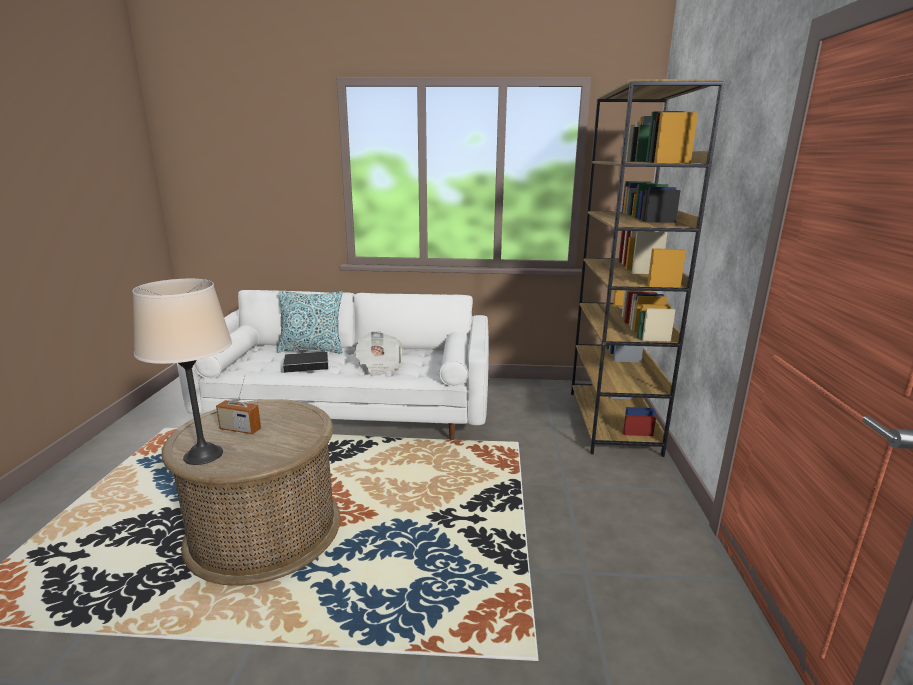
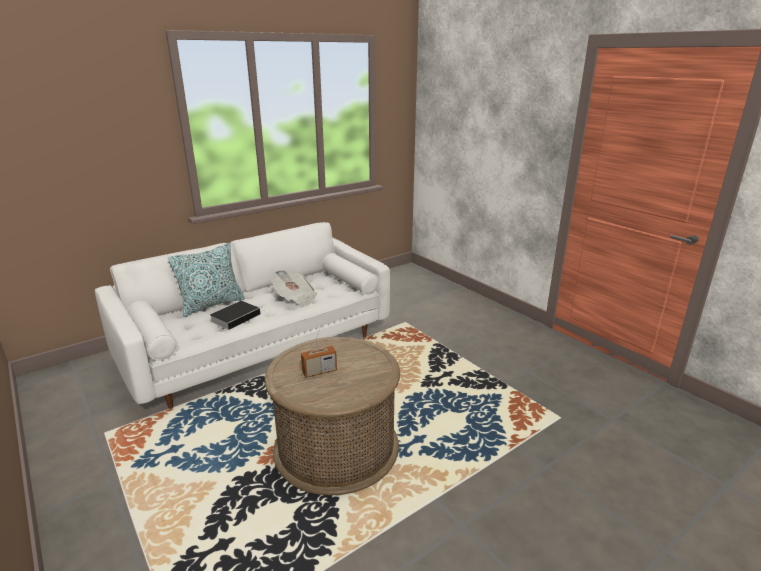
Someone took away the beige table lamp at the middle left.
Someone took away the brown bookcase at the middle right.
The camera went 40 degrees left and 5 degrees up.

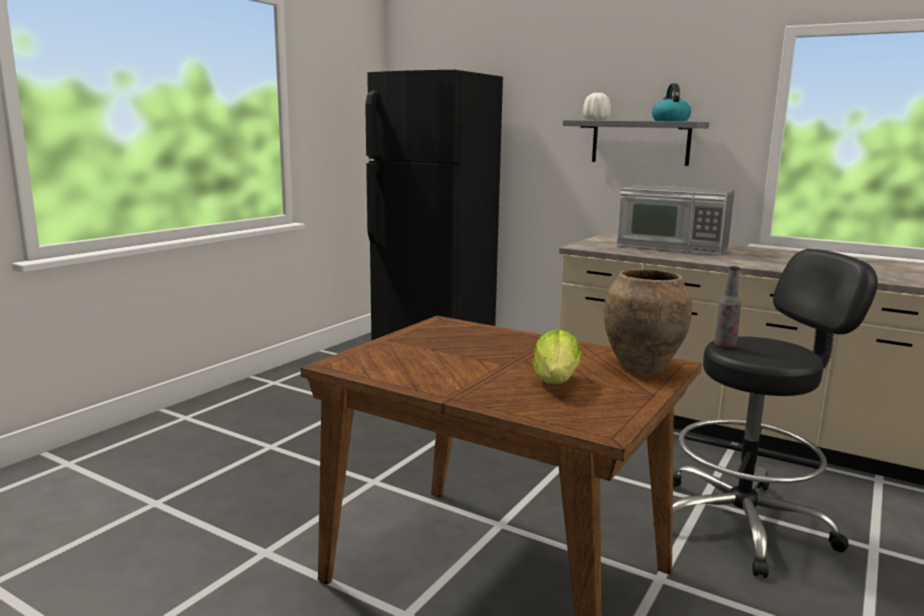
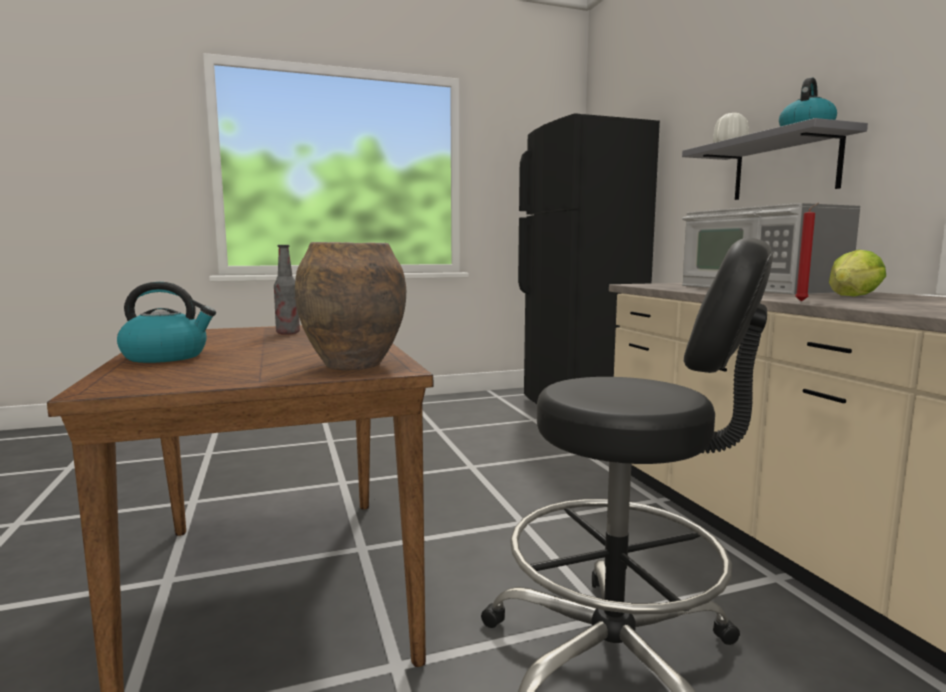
Someone put down the kettle (no. 1 from left) at the middle left.
Someone carried the bottle from the middle right to the middle left.
Someone put down the red candle at the middle right.
Someone carried the lettuce from the centre to the middle right.
The camera went 40 degrees right and 5 degrees down.

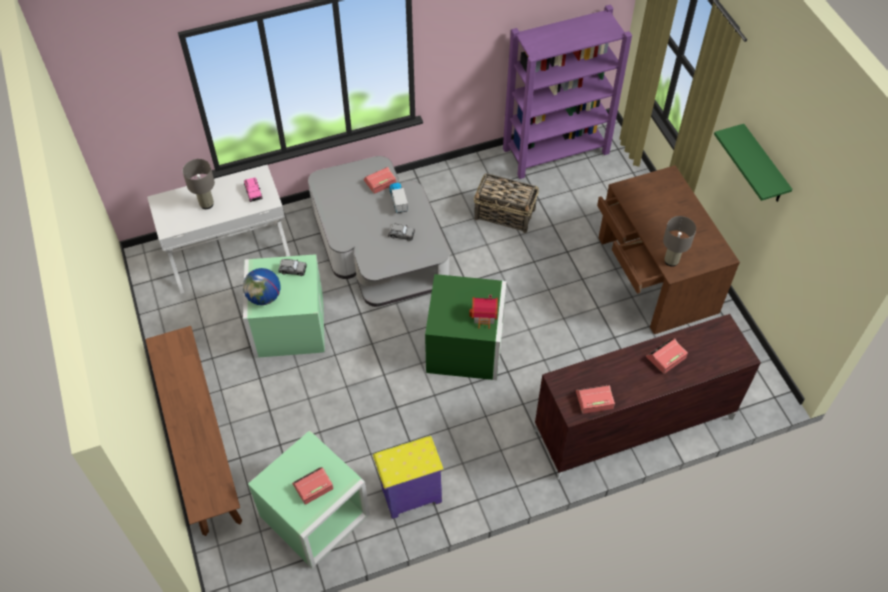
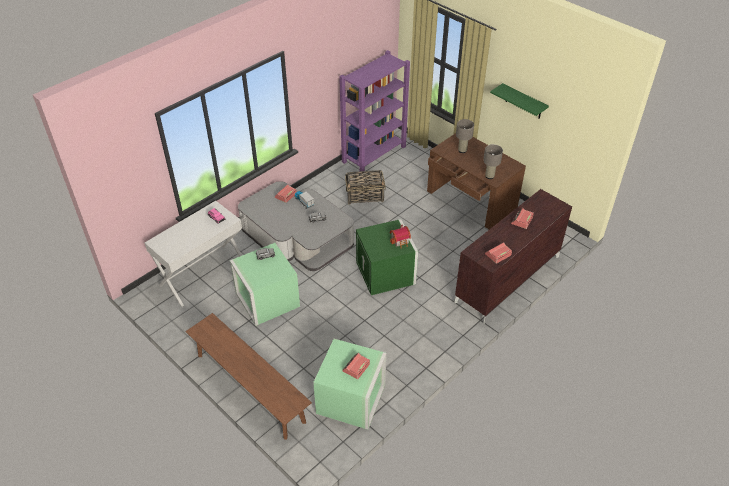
Someone carried the grey table lamp (no. 1 from left) from the top left to the top centre.
Someone took away the globe at the middle left.
Someone took away the nightstand at the bottom centre.
The camera went 25 degrees left and 10 degrees down.

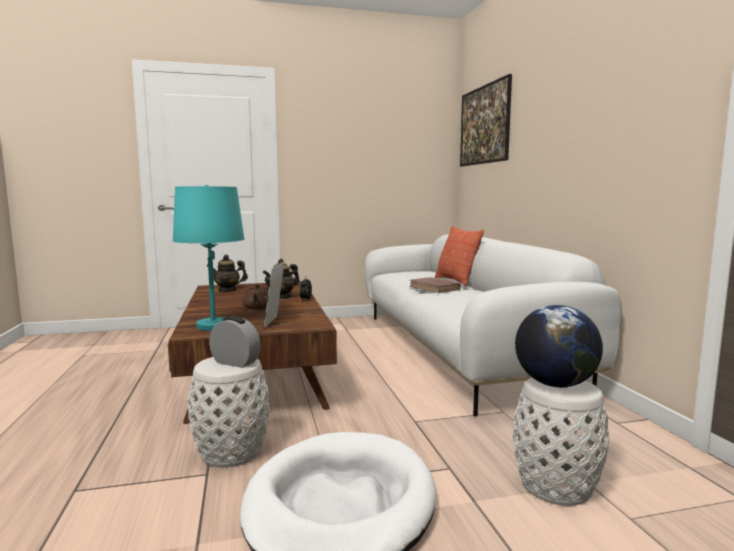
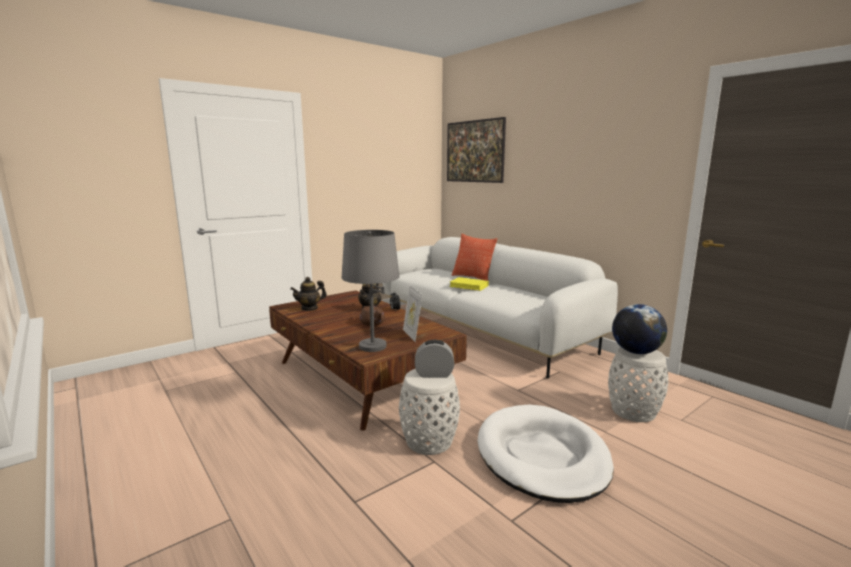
Someone repainted the turquoise table lamp at the middle left, which became the grey table lamp at the centre.
Someone repainted the brown book at the centre, which became the yellow book at the centre.
The camera went 25 degrees left and 5 degrees up.

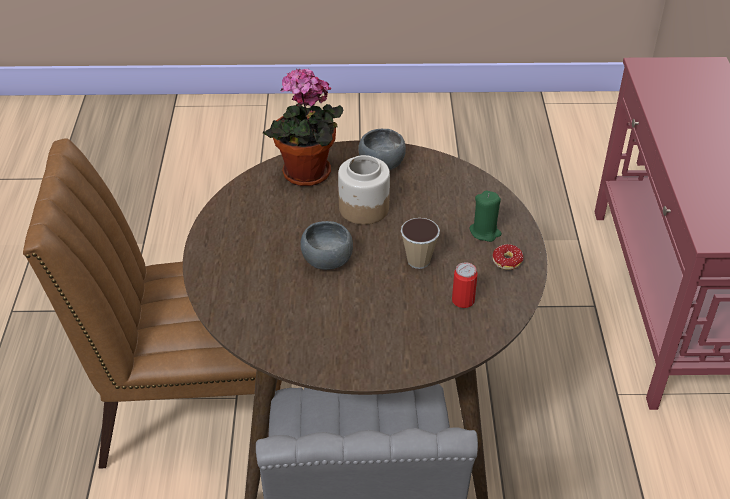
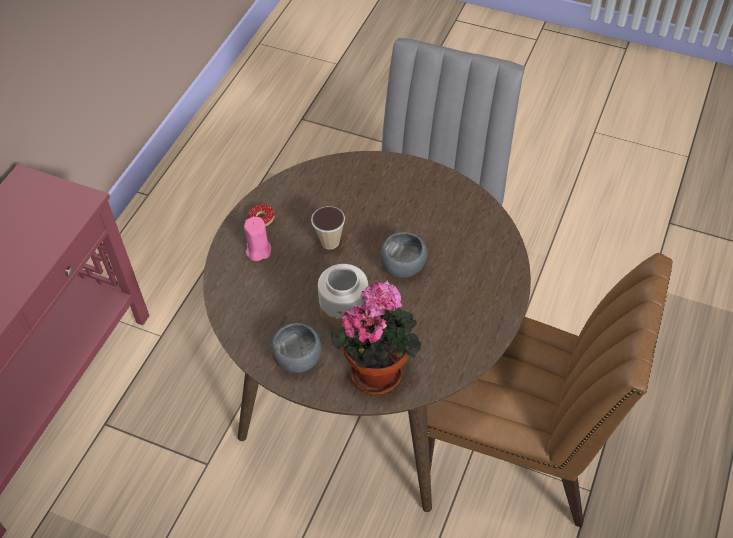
Someone repainted the green candle at the centre, which became the pink candle at the centre.
Someone took away the can at the centre.
The camera went 155 degrees left and 10 degrees up.

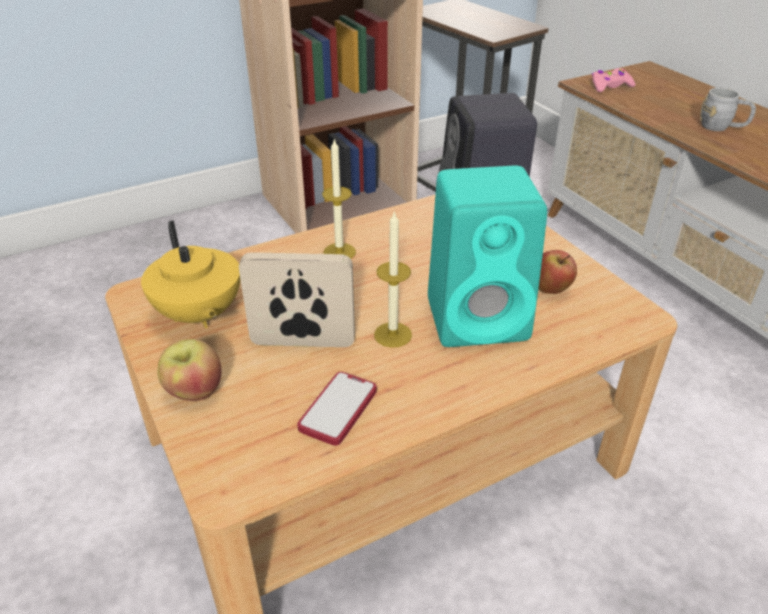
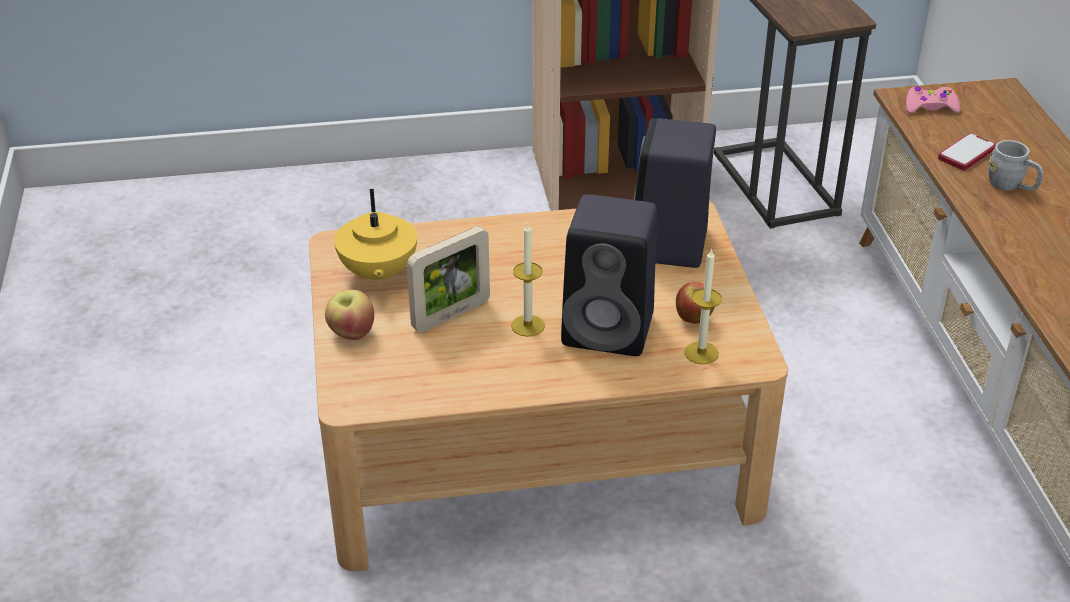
Someone rotated the picture frame at the centre by 120 degrees clockwise.
Someone repainted the turquoise speaker at the centre, which became the black speaker (no. 1 from left) at the centre.
Someone carried the candle (no. 1 from left in the first image) from the top centre to the centre.
Someone carried the phone from the centre to the top right.
The camera went 20 degrees right and 0 degrees up.

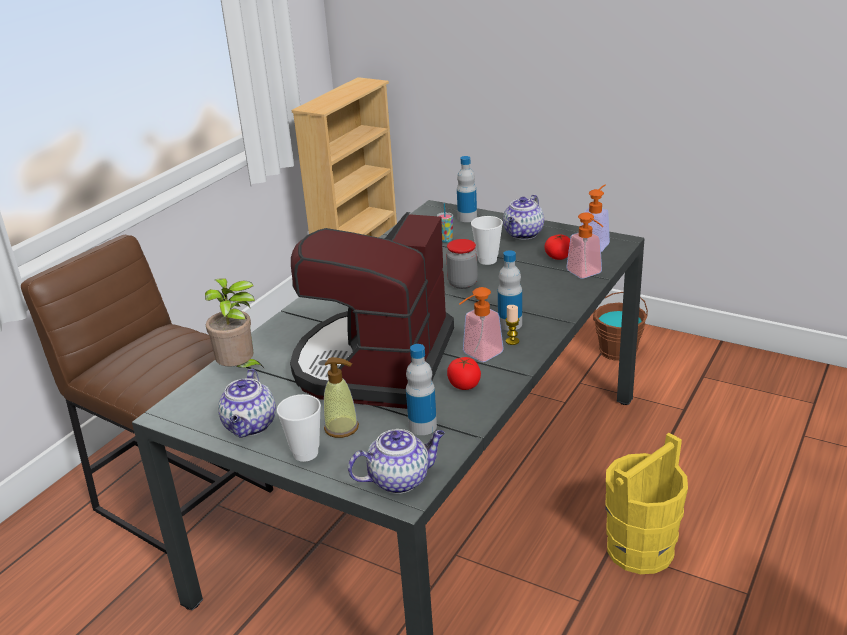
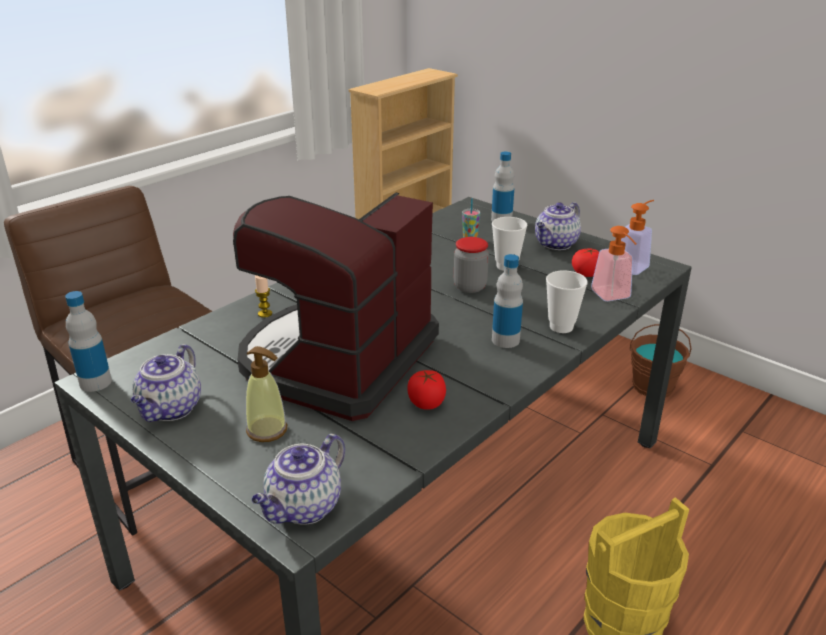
Someone carried the bottle (no. 1 from left) from the centre to the middle left.
Someone rotated the teapot (no. 2 from left) at the bottom centre by 135 degrees clockwise.
Someone carried the candle from the centre to the middle left.
Someone carried the cup (no. 1 from left in the first image) from the bottom centre to the middle right.
Someone took away the potted plant at the middle left.
Someone took away the soap dispenser (no. 2 from left) at the centre.
The camera went 10 degrees right and 0 degrees up.

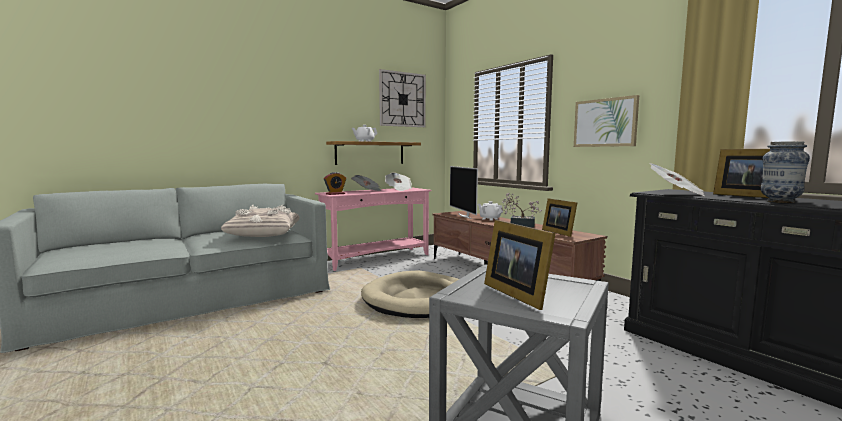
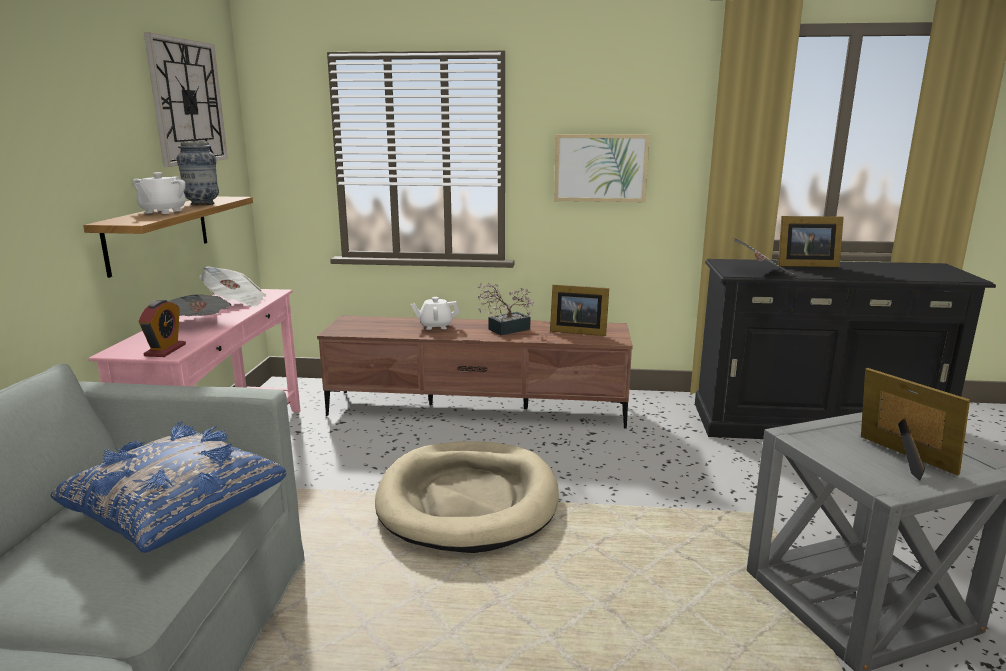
Someone repainted the beige pillow at the middle left, which became the blue pillow at the bottom left.
Someone carried the vase from the middle right to the top left.
Someone rotated the picture frame (no. 1 from left in the first image) at the centre by 135 degrees counterclockwise.
Someone took away the television at the centre.
The camera went 50 degrees left and 10 degrees up.

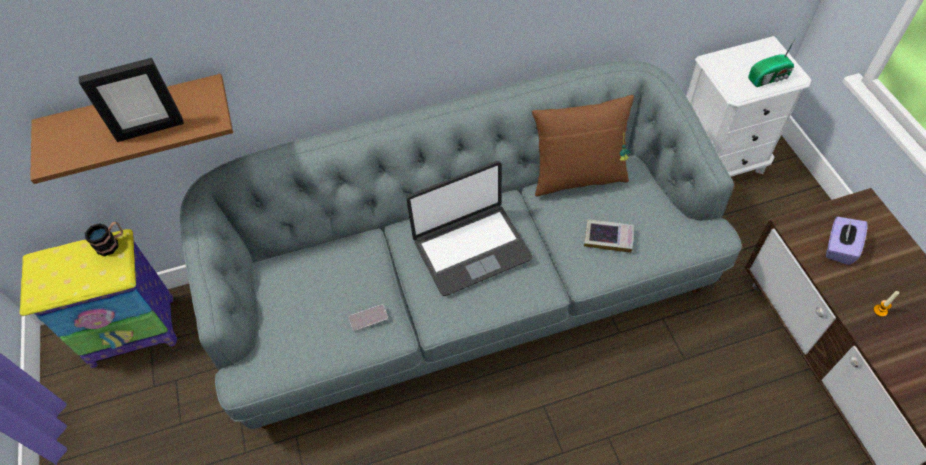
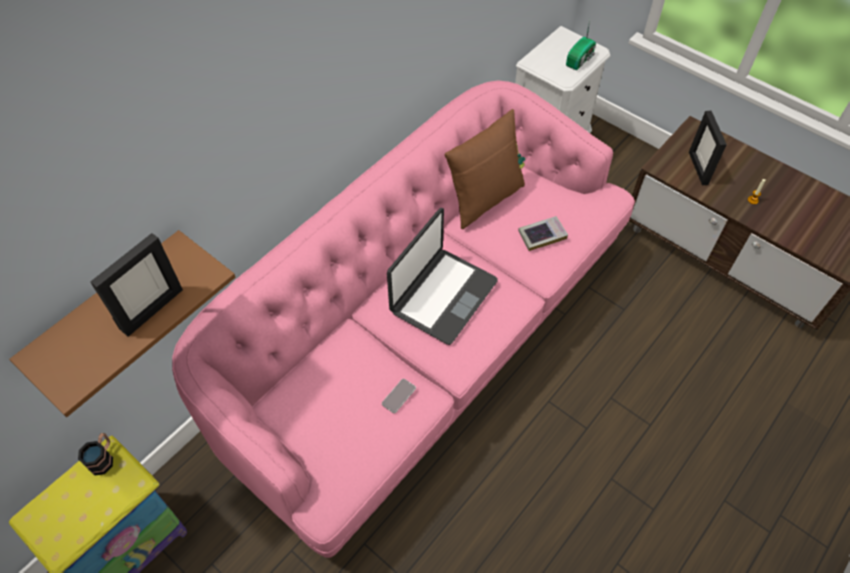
Someone repainted the grey sofa at the centre, which became the pink sofa at the centre.
Someone swapped the purple tissue box at the middle right for the picture frame (no. 2 from left) at the top right.
The camera went 35 degrees left and 0 degrees up.

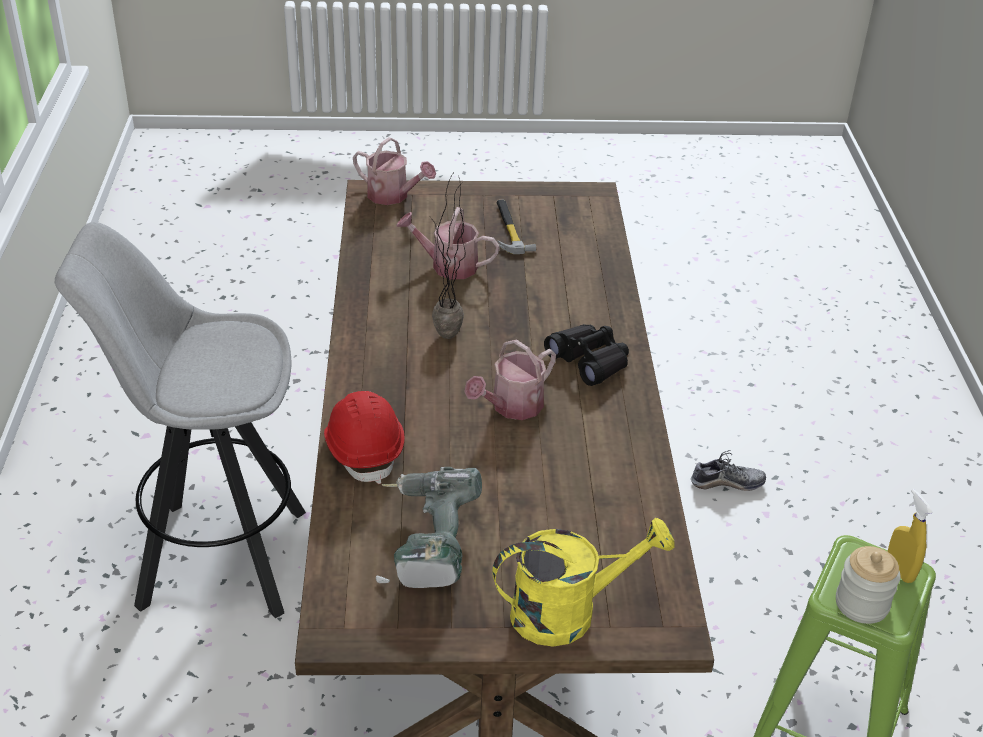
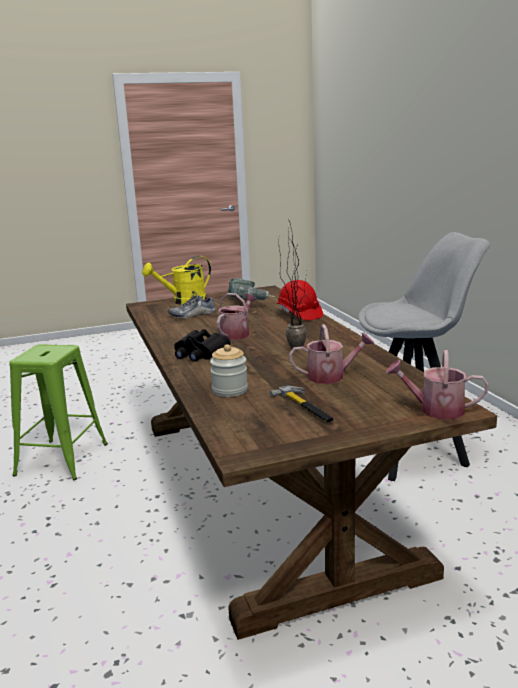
Someone carried the shoe from the middle right to the centre.
Someone carried the jar from the bottom right to the centre.
Someone took away the yellow spray bottle at the bottom right.
The camera went 165 degrees right and 20 degrees down.

